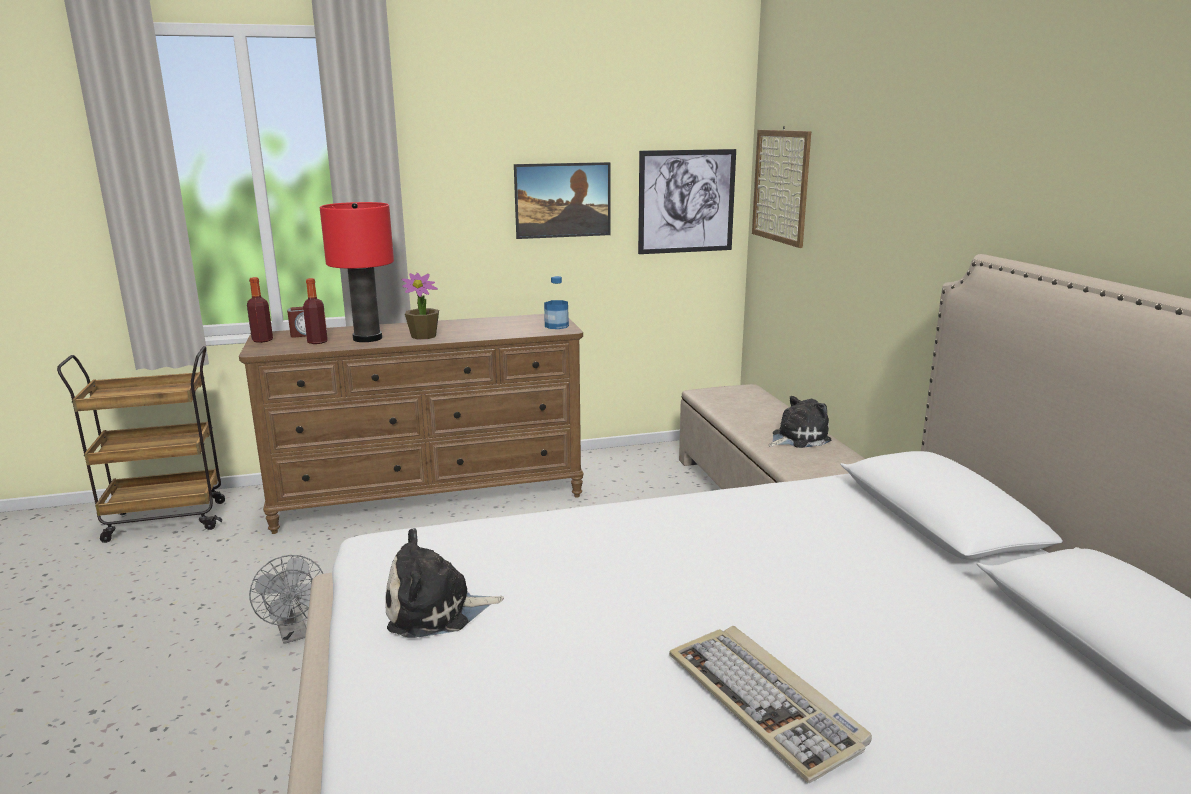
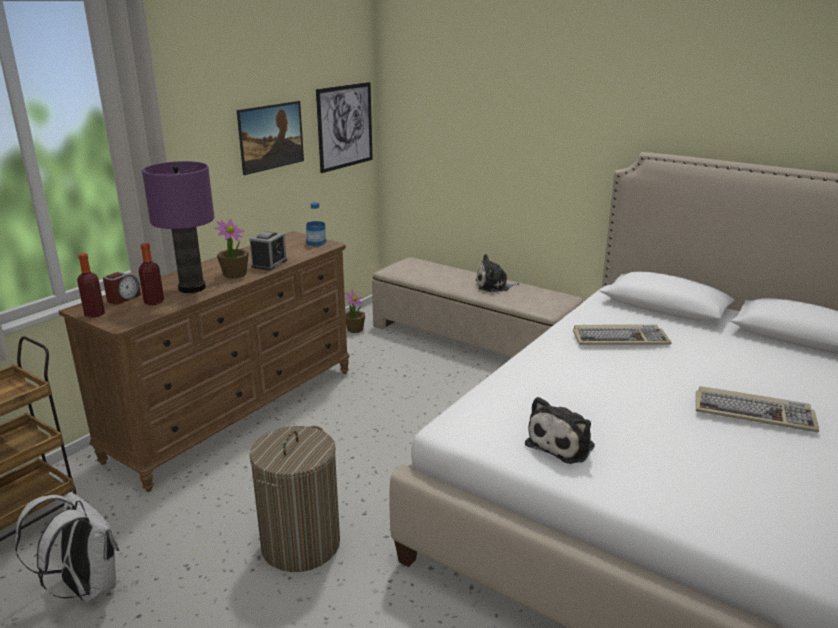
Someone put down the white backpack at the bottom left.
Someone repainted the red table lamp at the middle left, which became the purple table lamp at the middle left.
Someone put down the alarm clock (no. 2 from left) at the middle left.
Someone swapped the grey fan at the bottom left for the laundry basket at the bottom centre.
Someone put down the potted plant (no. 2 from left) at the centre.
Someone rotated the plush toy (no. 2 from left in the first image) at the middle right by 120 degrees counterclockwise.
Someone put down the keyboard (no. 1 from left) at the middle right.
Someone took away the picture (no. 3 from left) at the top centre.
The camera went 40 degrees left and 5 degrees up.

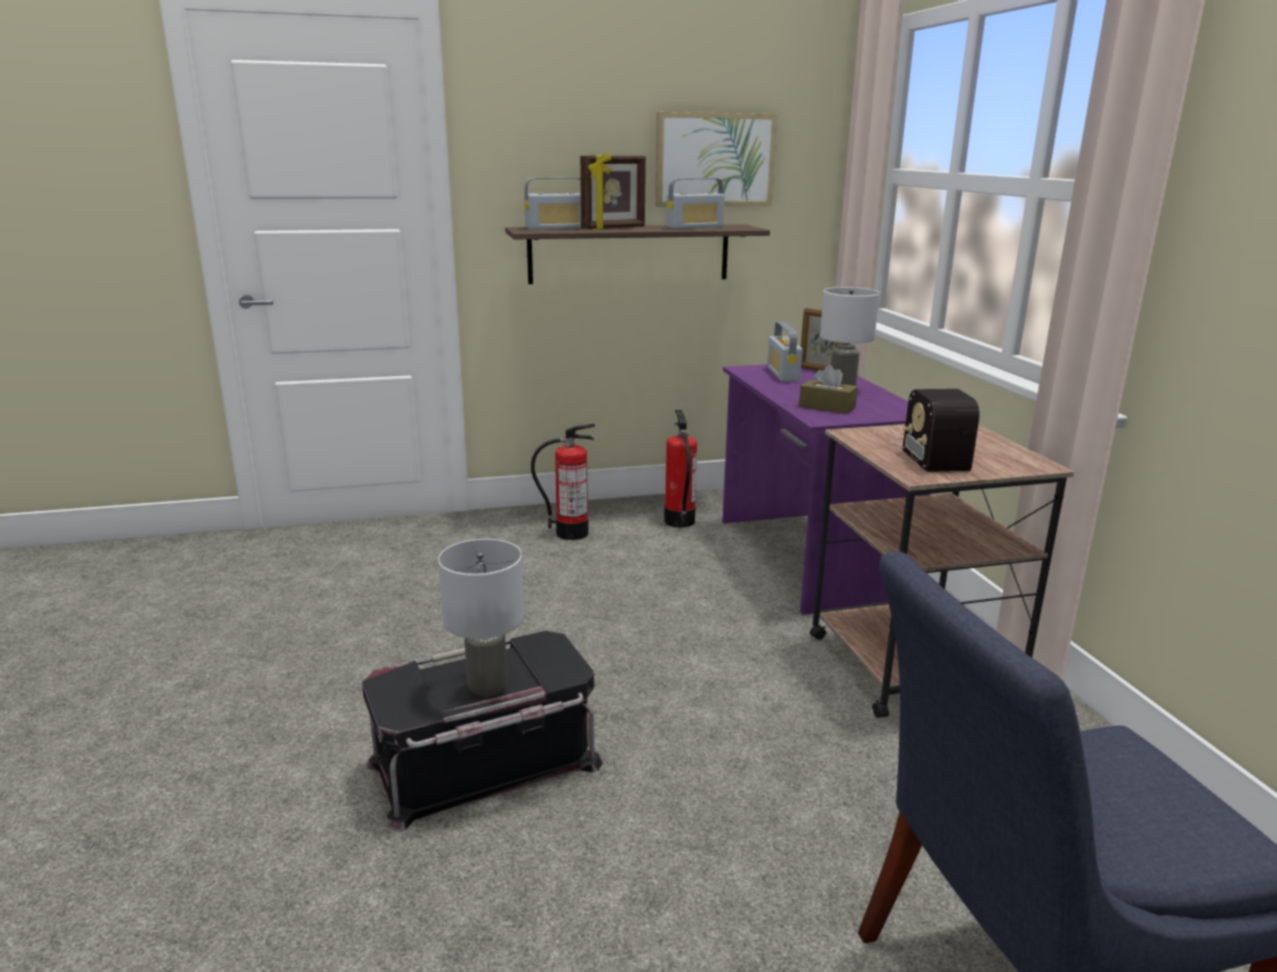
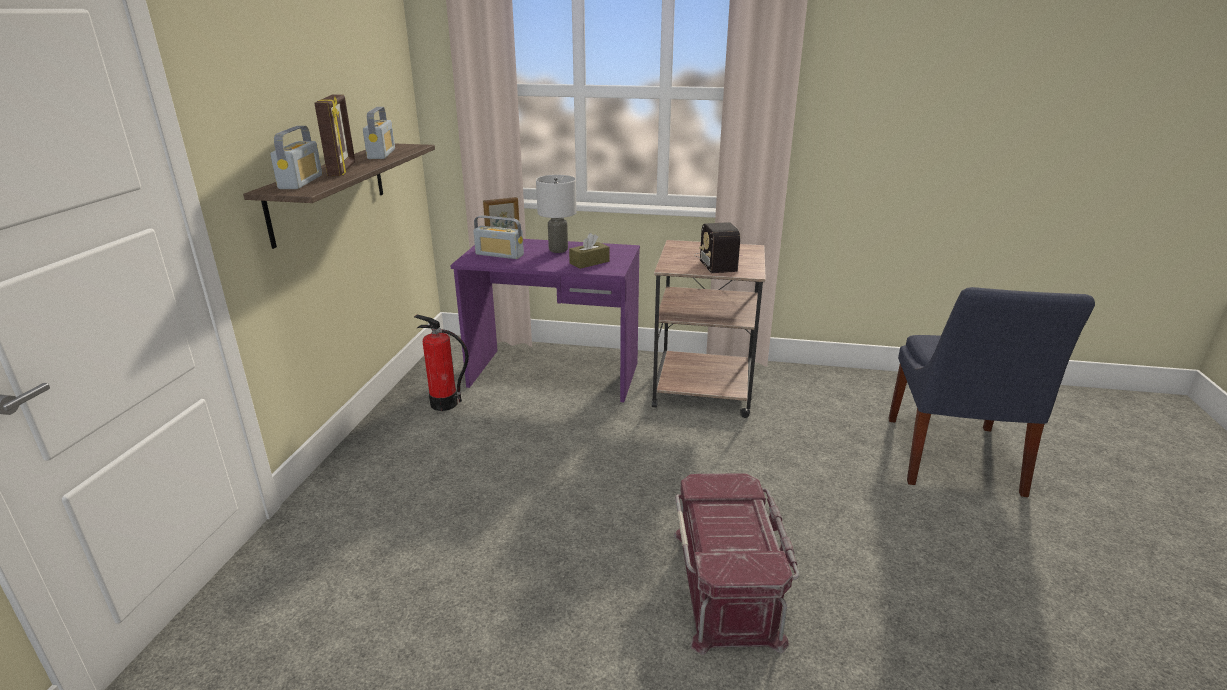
Someone repainted the black storage box at the bottom centre, which became the red storage box at the bottom centre.
Someone rotated the radio (no. 4 from left) at the middle right by 60 degrees clockwise.
Someone took away the white table lamp (no. 1 from left) at the centre.
Someone took away the fire extinguisher (no. 1 from left) at the centre.
Someone took away the picture at the top centre.
The camera went 65 degrees left and 5 degrees up.

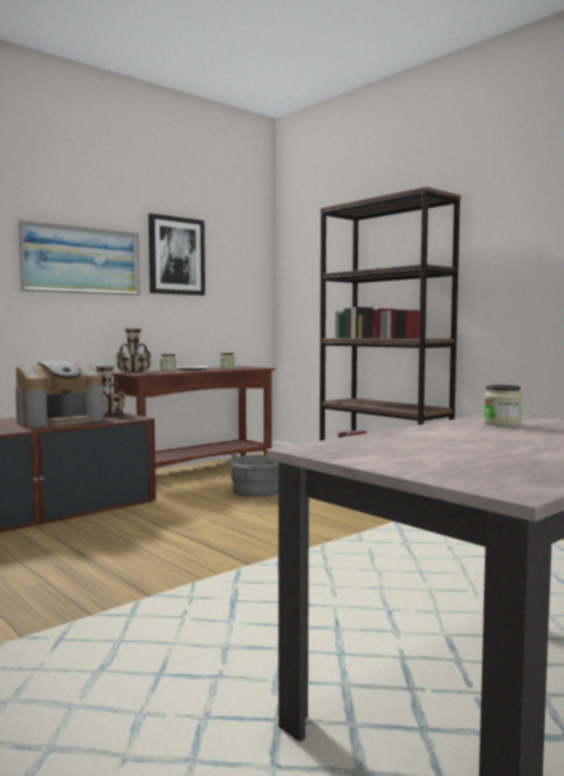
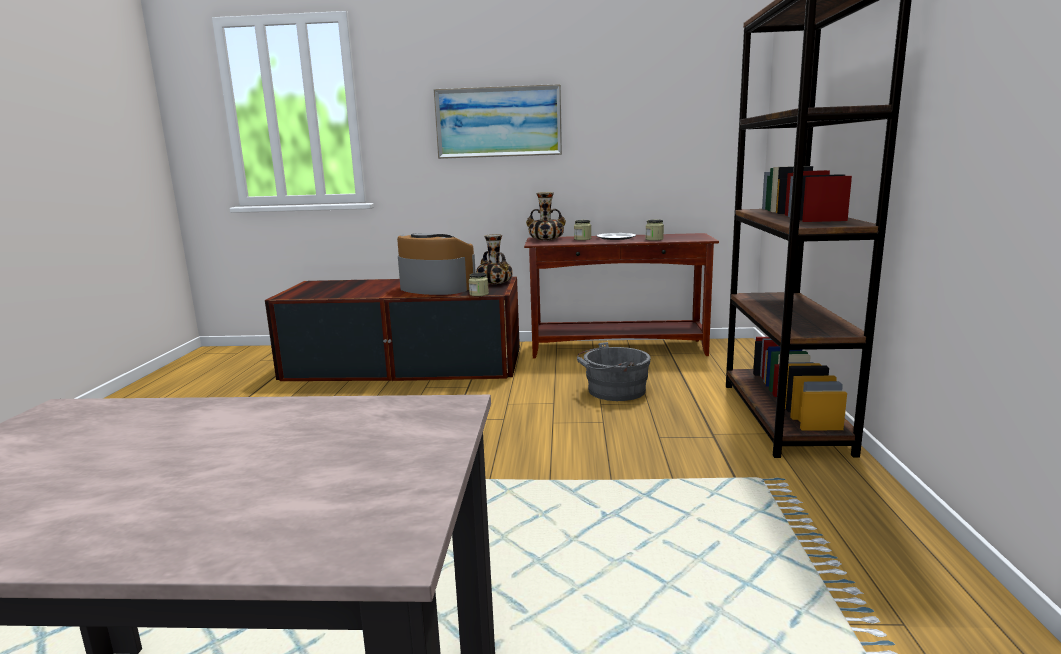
Someone rotated the coffee machine at the middle left by 150 degrees counterclockwise.
Someone carried the jar (no. 3 from left in the first image) from the middle right to the centre.
Someone took away the picture (no. 2 from left) at the top left.
The camera went 45 degrees right and 10 degrees up.

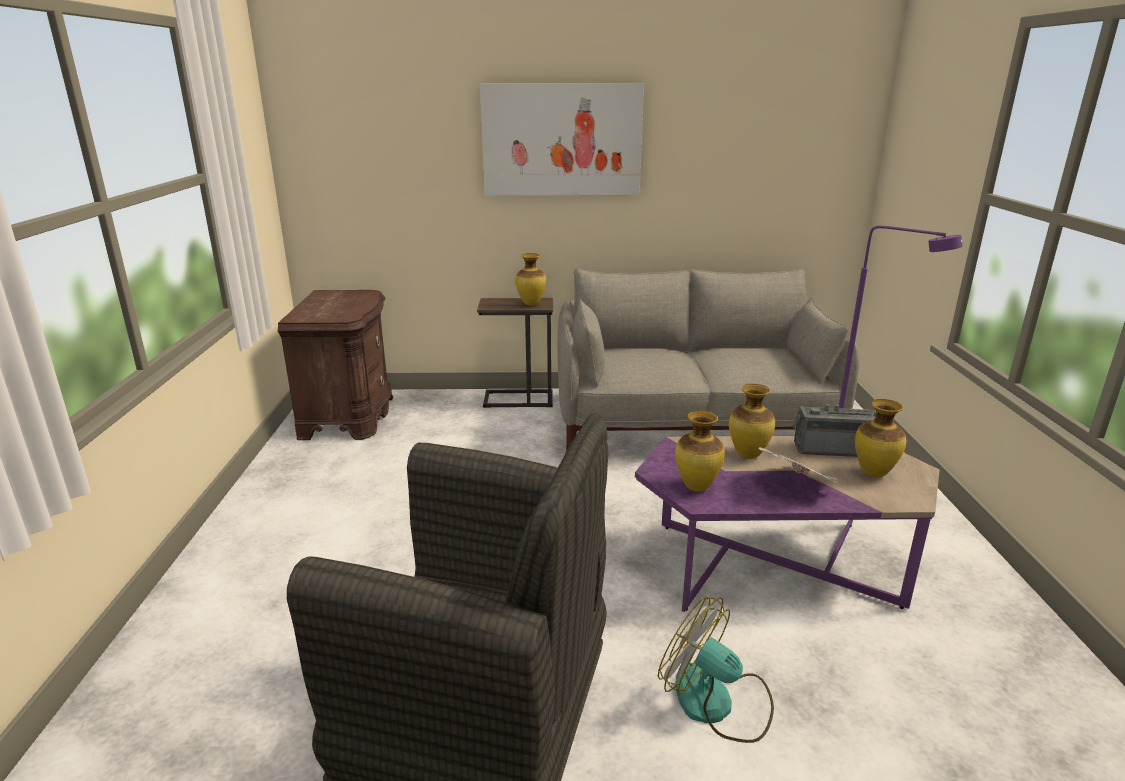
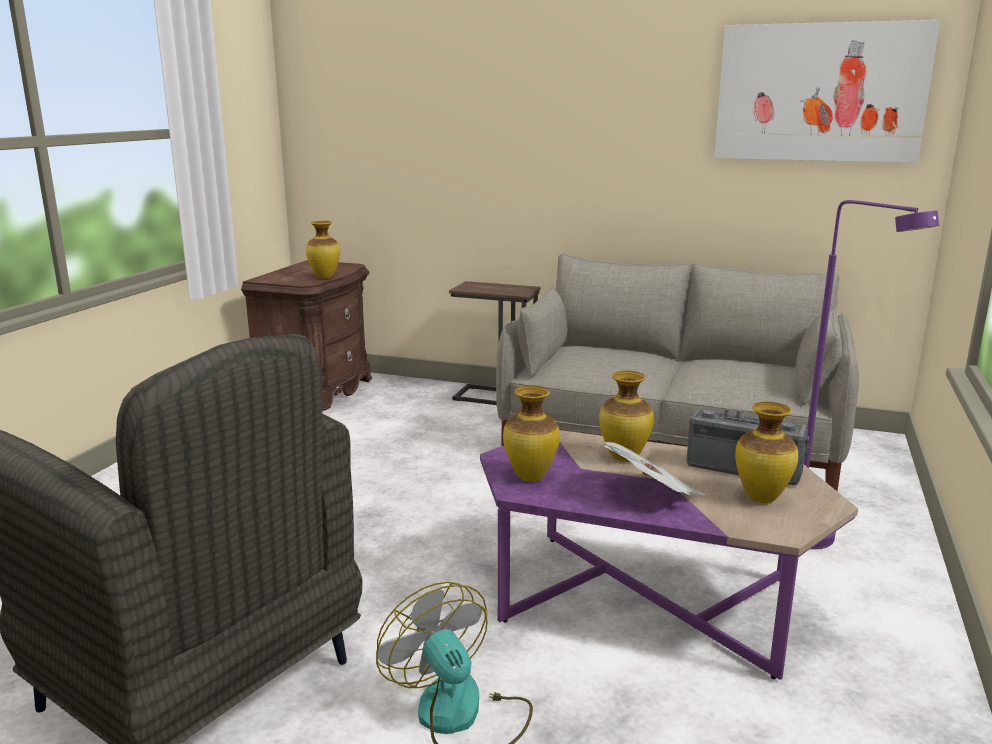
Someone carried the vase (no. 1 from left) from the centre to the middle left.
Someone carried the picture from the top centre to the top right.
The camera went 20 degrees right and 5 degrees down.

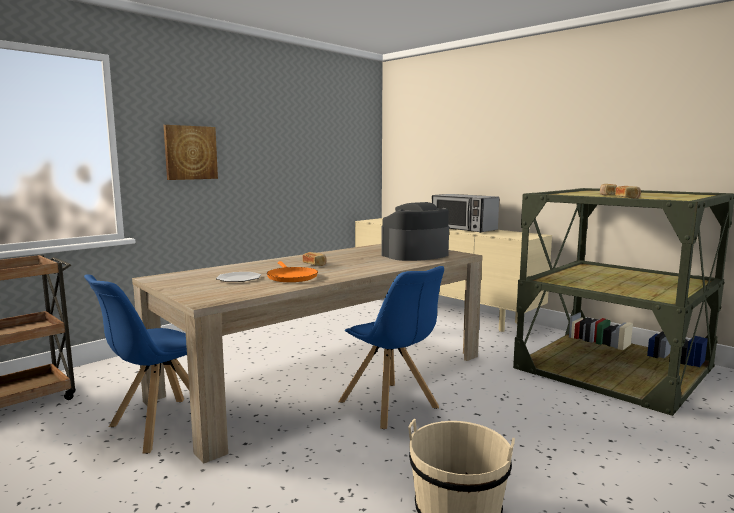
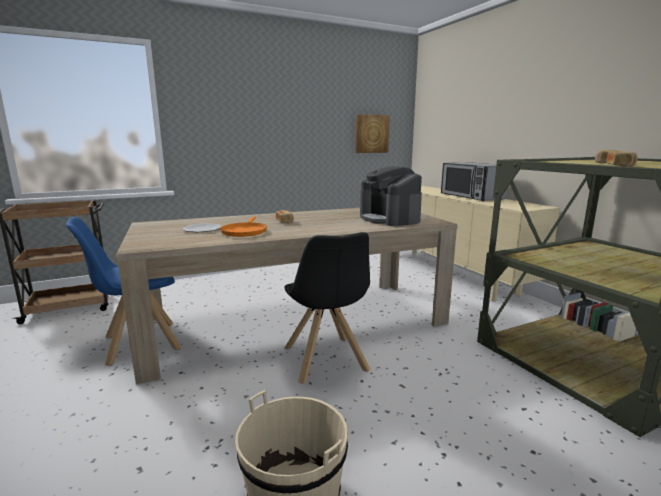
Someone repainted the blue chair (no. 2 from left) at the bottom centre, which became the black chair at the centre.
Someone carried the picture from the top left to the top centre.
Someone rotated the coffee machine at the centre by 105 degrees counterclockwise.
The camera went 20 degrees right and 5 degrees up.

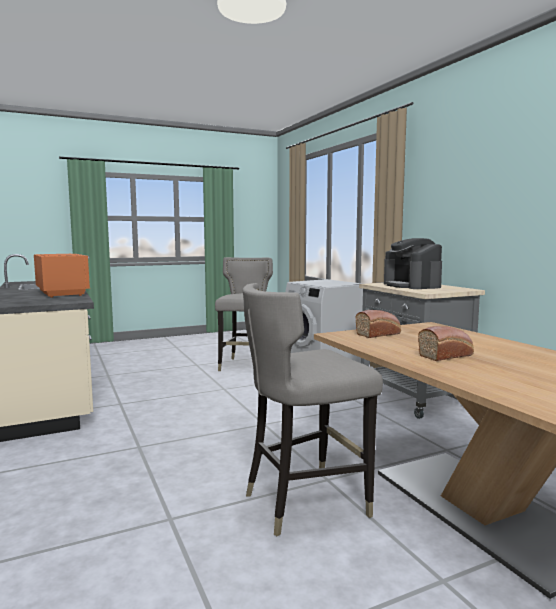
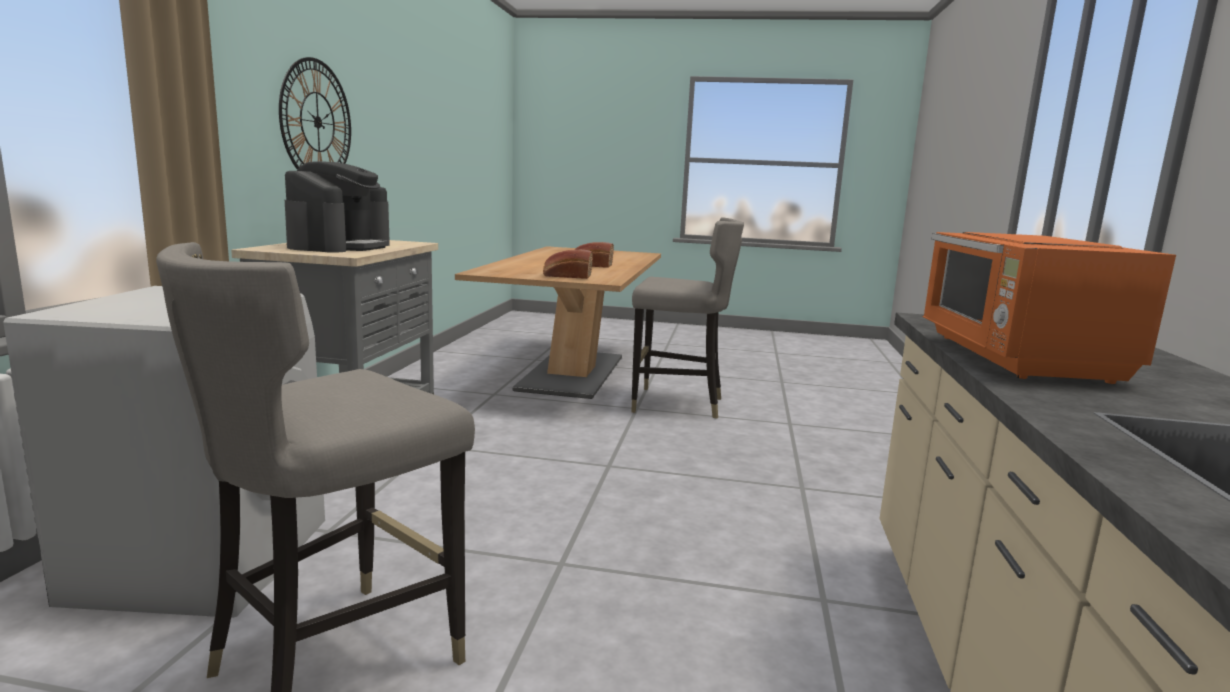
Someone put up the wall clock at the top left.
The camera went 145 degrees left and 5 degrees up.

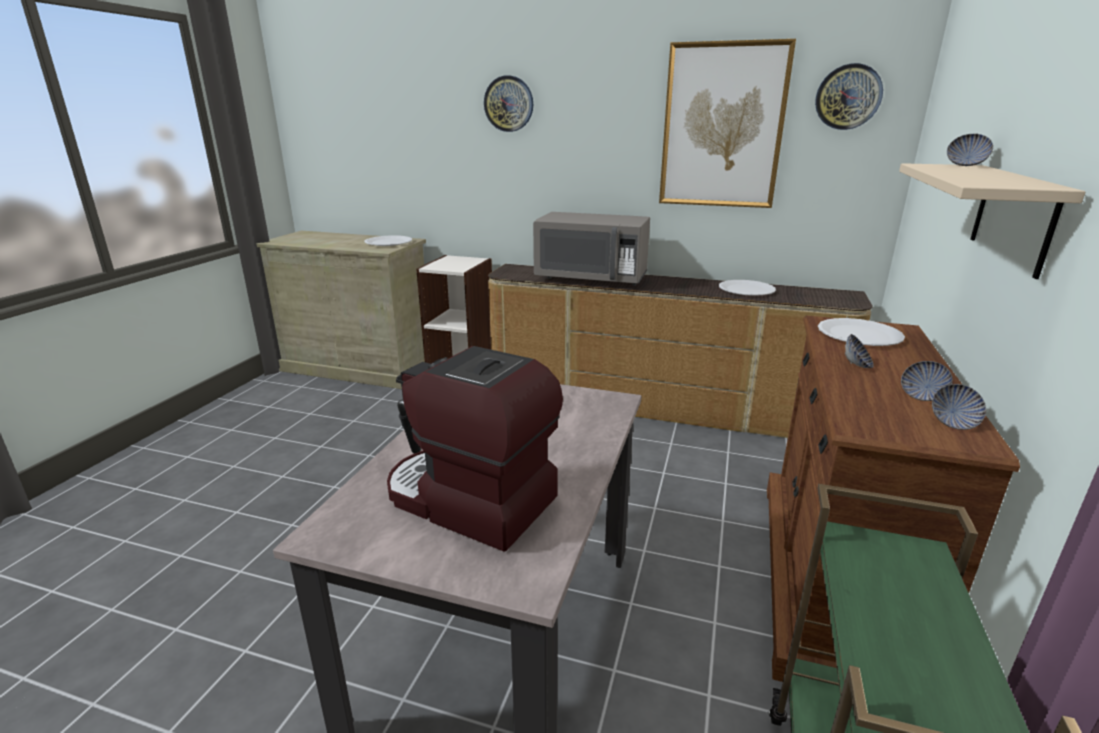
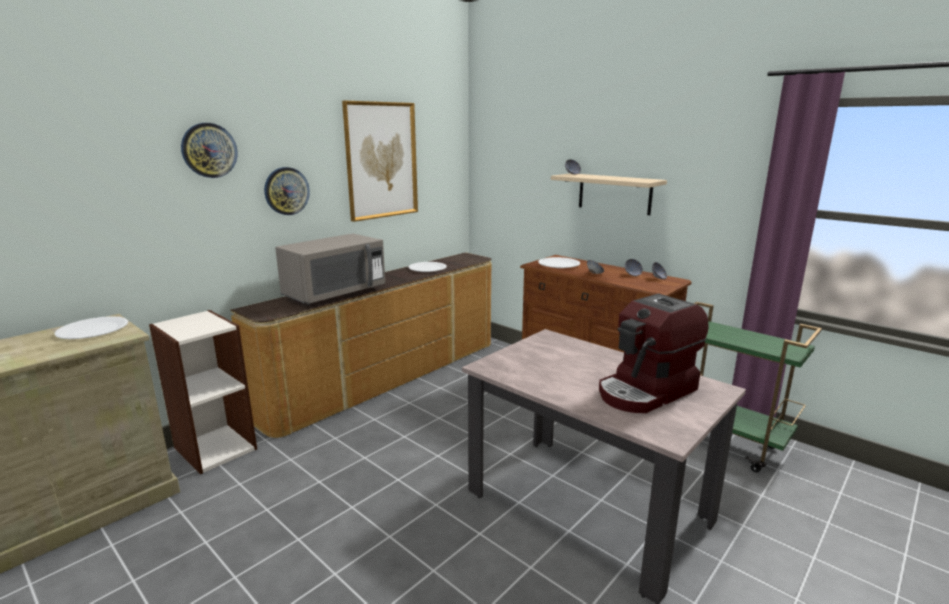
Someone carried the wall clock (no. 2 from left) from the top right to the top left.
The camera went 65 degrees left and 5 degrees down.

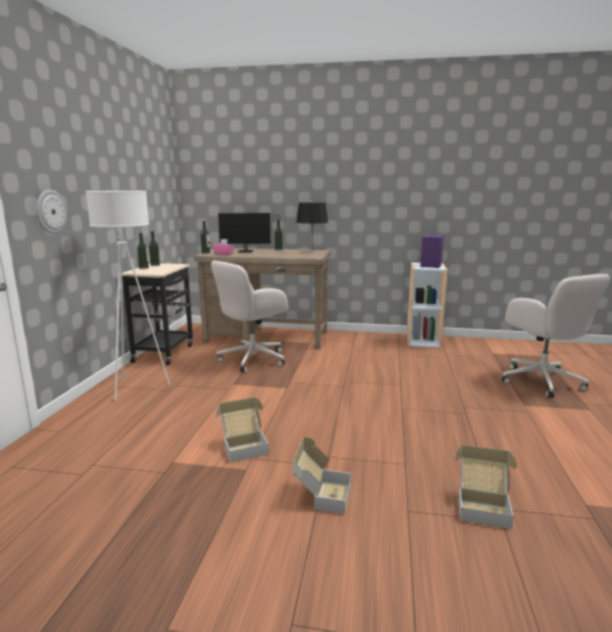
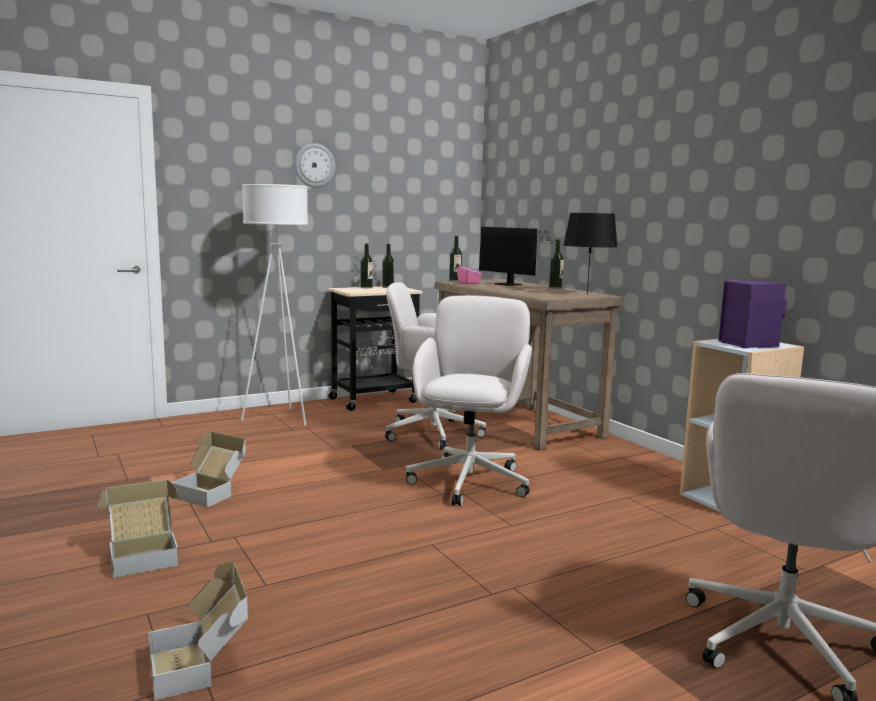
Someone carried the wall clock from the middle left to the top centre.
Someone put down the white office chair (no. 2 from left) at the centre.
The camera went 50 degrees right and 5 degrees down.

